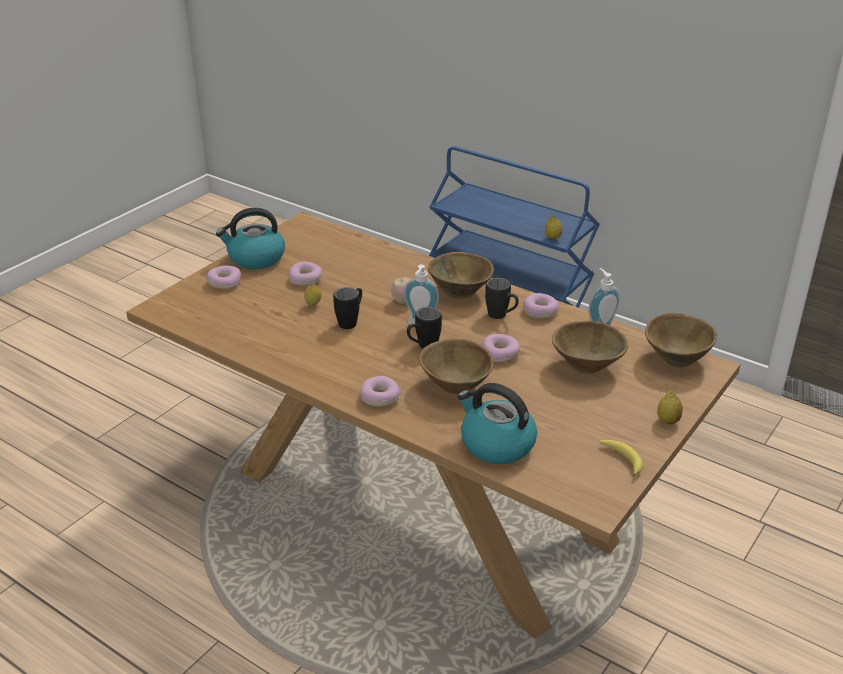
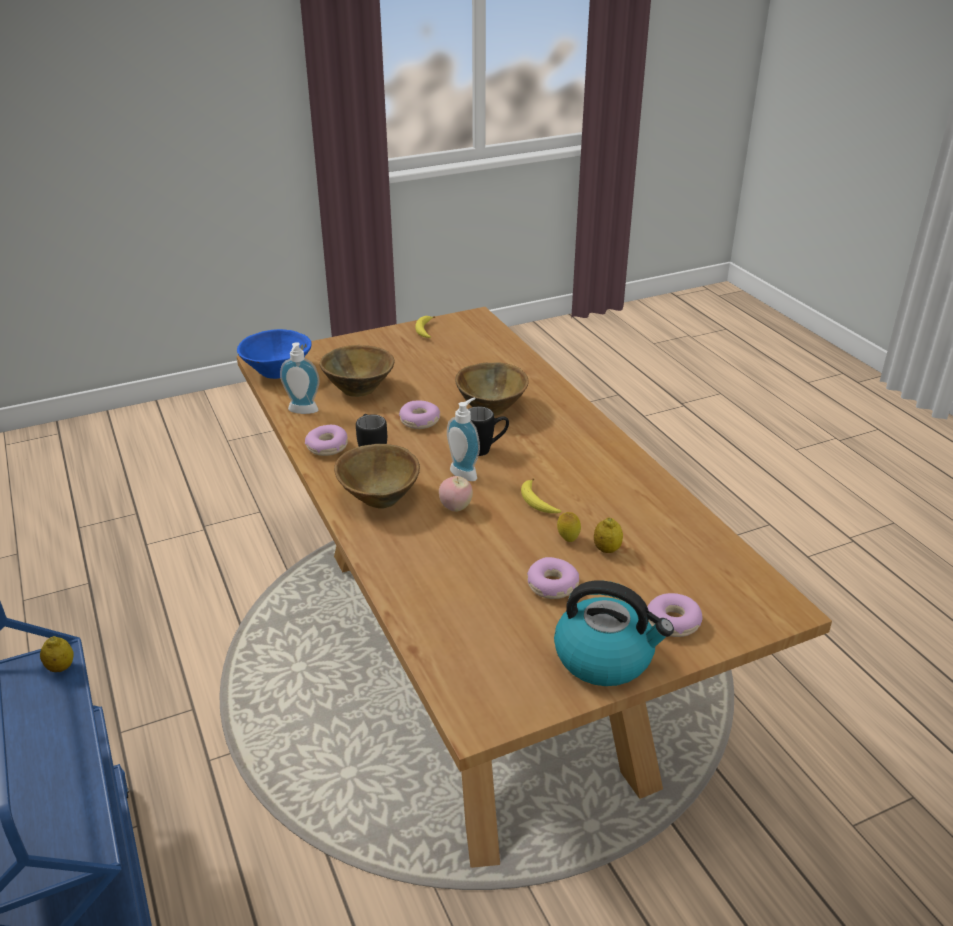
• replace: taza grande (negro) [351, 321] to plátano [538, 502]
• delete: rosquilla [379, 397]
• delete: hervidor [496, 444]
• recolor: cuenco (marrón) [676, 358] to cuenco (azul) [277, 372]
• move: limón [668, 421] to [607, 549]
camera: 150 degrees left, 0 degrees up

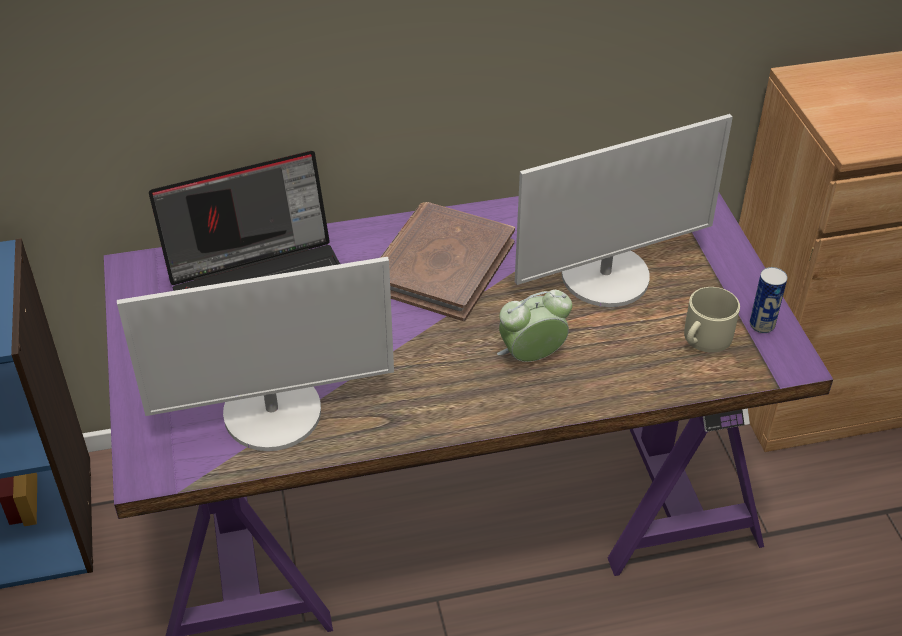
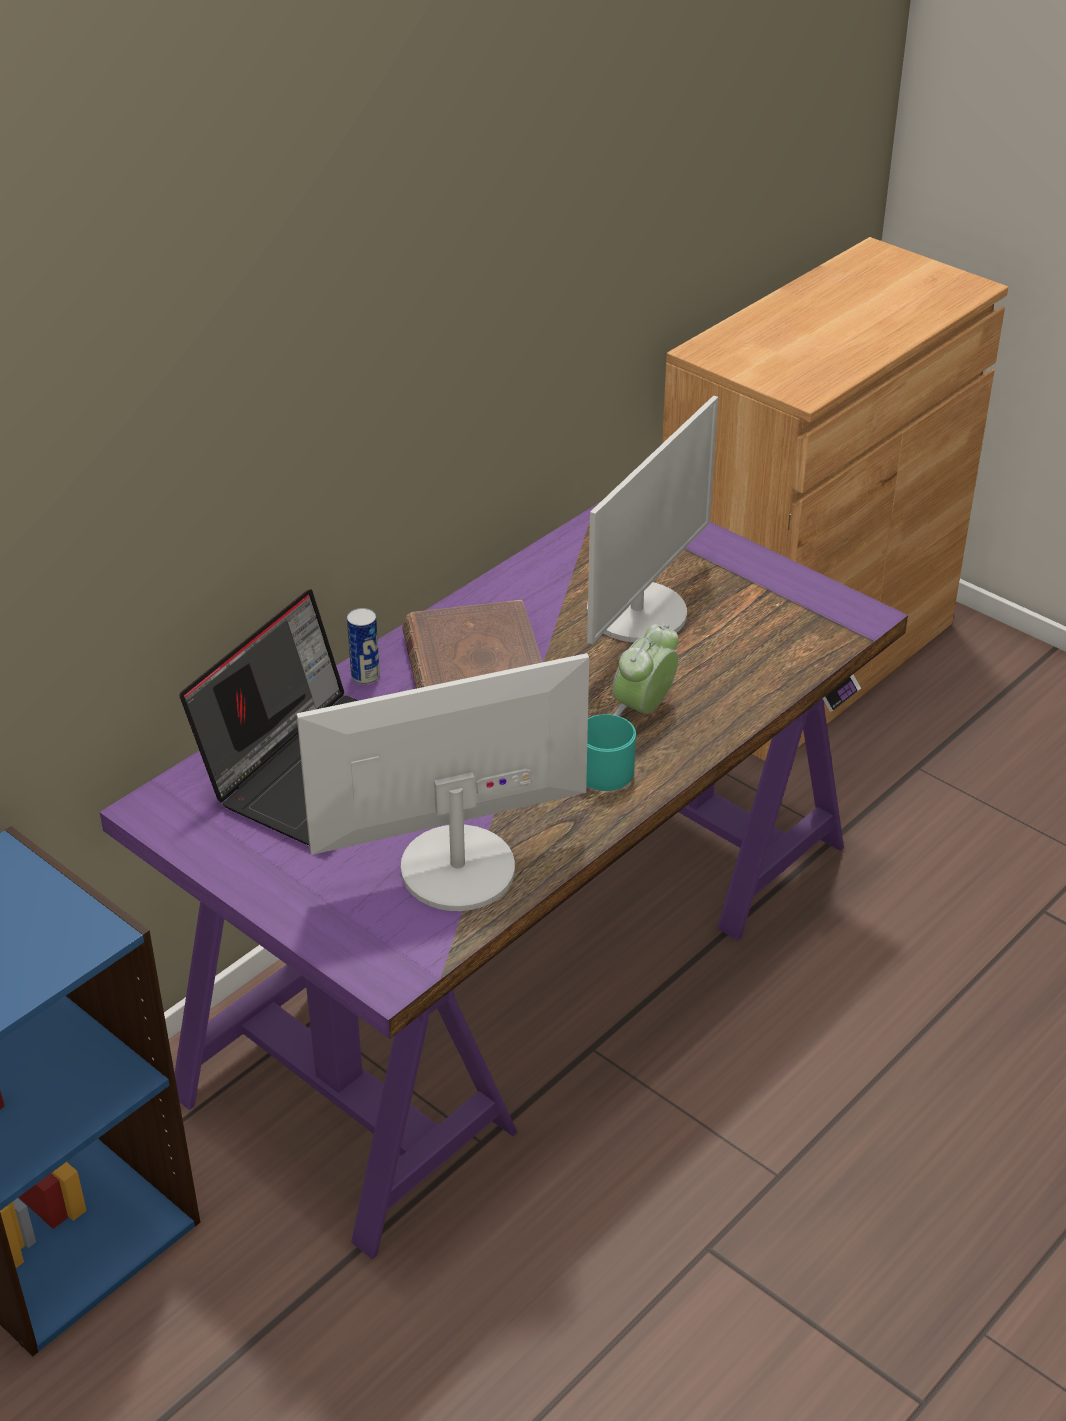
• rotate: monitor [273, 413] = [456, 868] 150 degrees counterclockwise
• delete: taza grande (beis) [704, 338]
• move: lata [762, 325] to [365, 676]
• insert: taza grande (turquesa) [603, 767]
camera: 35 degrees left, 5 degrees down

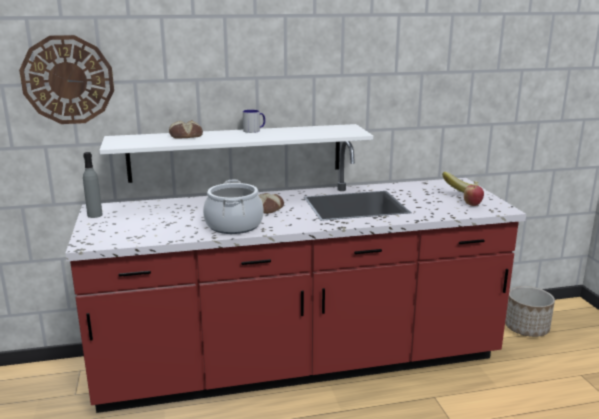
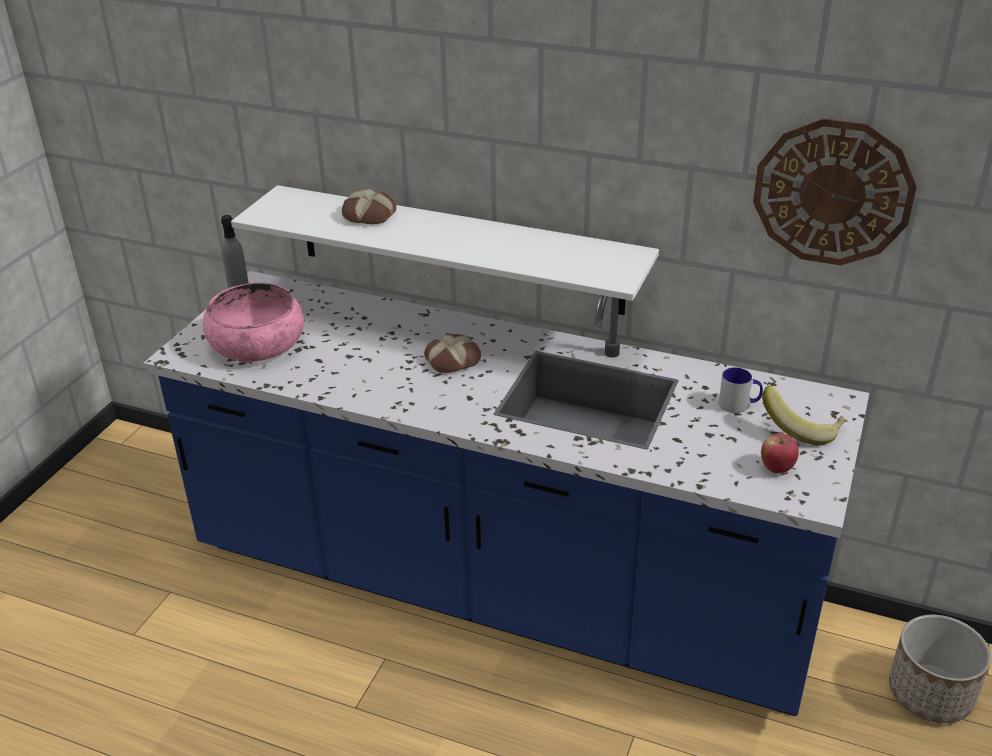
• move: reloj de pared [68, 80] to [832, 192]
• recolor: mueble bajo de cocina (rojo) [299, 364] to mueble bajo de cocina (azul) [500, 589]
• delete: olla [234, 225]
• move: taza grande [254, 130] to [739, 405]
• insert: cuenco (rosa) [257, 344]
camera: 35 degrees right, 15 degrees up

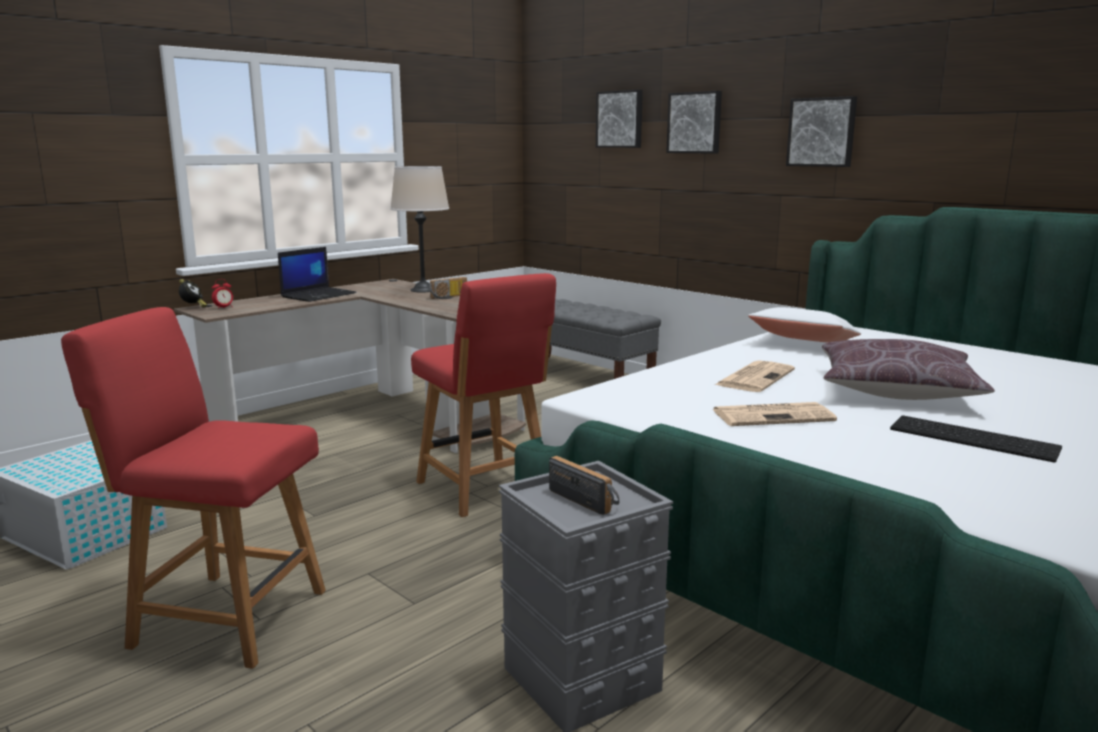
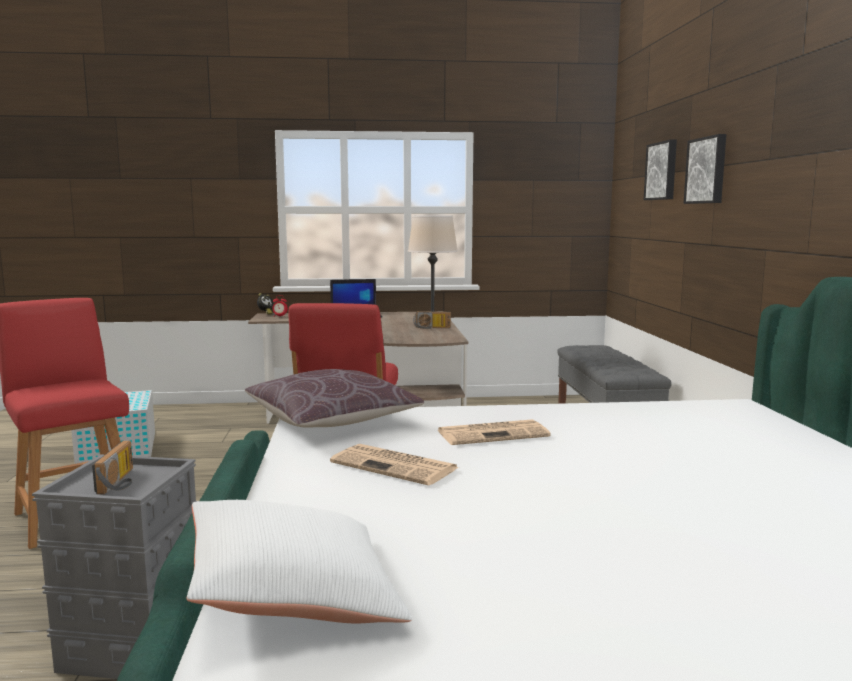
• move: cojín (blanco) [803, 343] to [293, 595]
• delete: cuadro [822, 132]
• move: cojín (marrón) [896, 391] to [331, 420]
• delete: teclado [975, 438]
camera: 40 degrees right, 5 degrees down

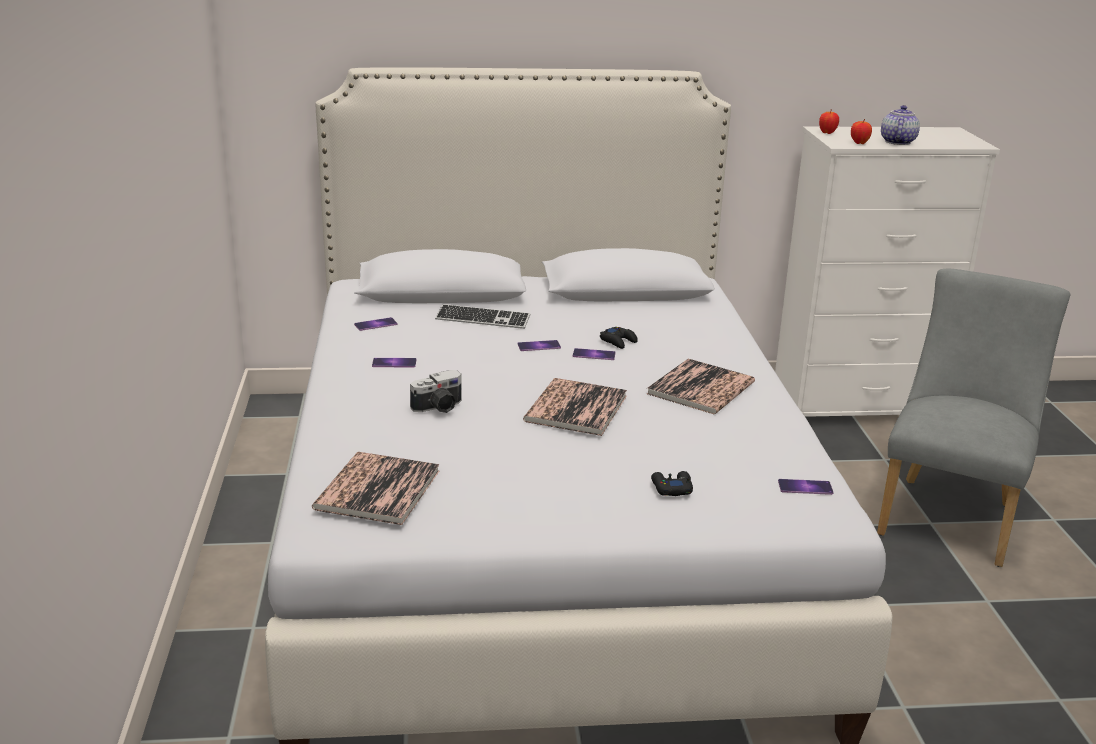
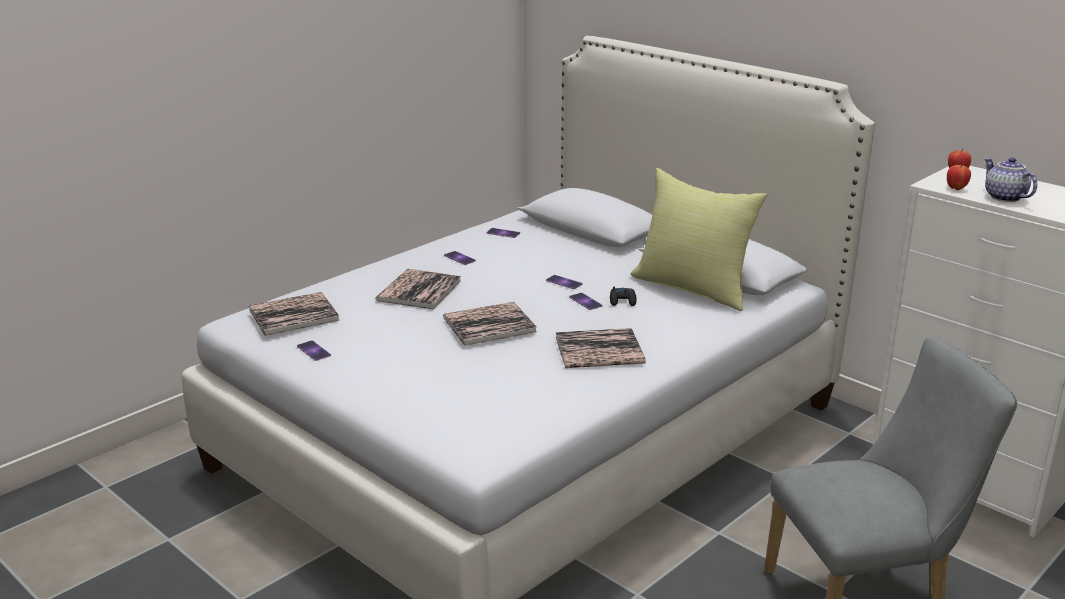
• replace: cámara [439, 407] to libro [419, 290]
• delete: teclado [482, 319]
• delete: mando de consola (negro) [671, 488]
• move: móvil [805, 487] to [313, 351]
• rotate: tetera [896, 142] = [1003, 197] 90 degrees counterclockwise
• insert: cojín (amarillo) [694, 288]
camera: 50 degrees right, 0 degrees up

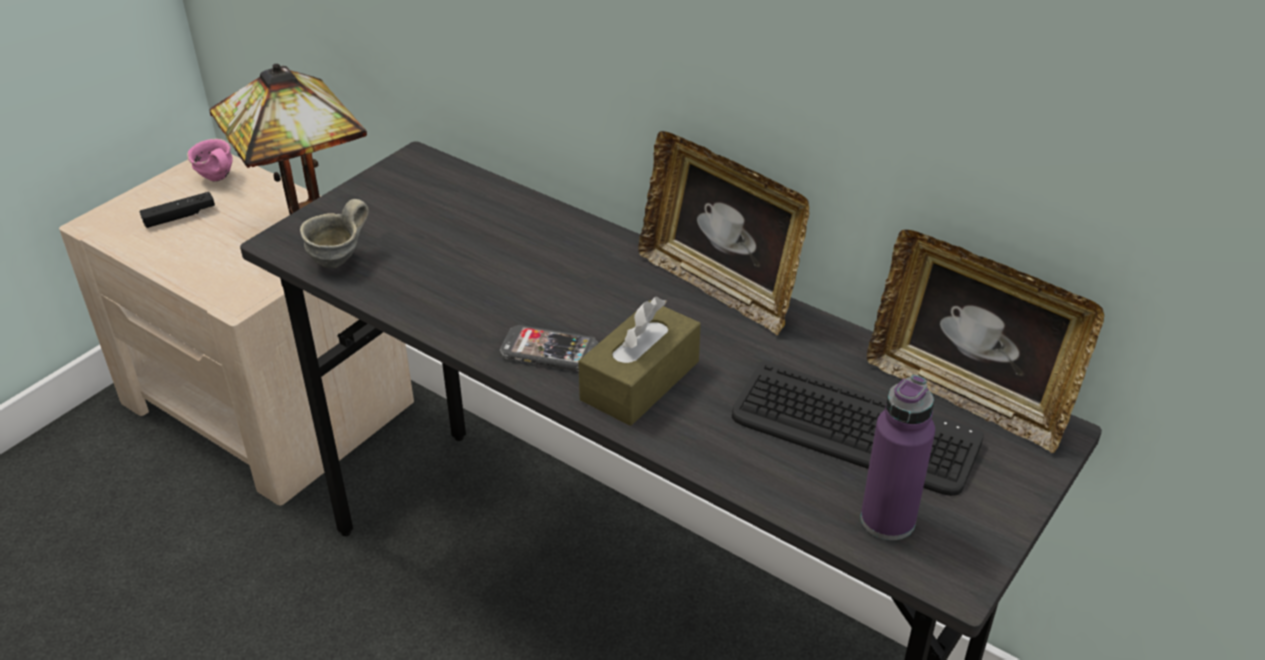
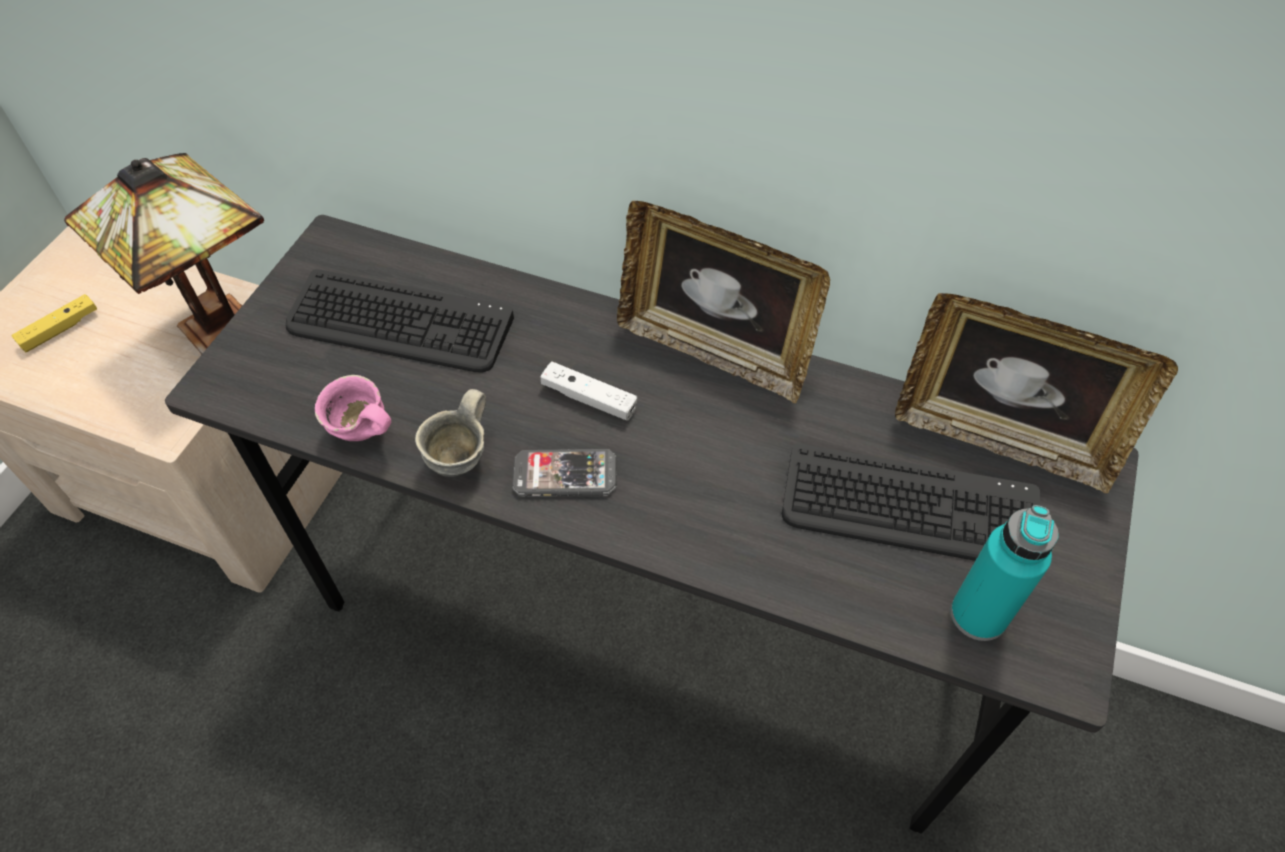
• recolor: mando de consola (negro) [179, 216] to mando de consola (amarillo) [60, 329]
• move: taza grande (rosa) [216, 180] to [362, 435]
• move: taza grande (gris) [341, 261] to [464, 460]
• delete: caja de pañuelos (marrón) [640, 380]
• recolor: botella (morado) [887, 520] to botella (turquesa) [978, 615]
• insert: teclado [399, 324]
• insert: mando de consola (blanco) [589, 398]
camera: 15 degrees left, 15 degrees up

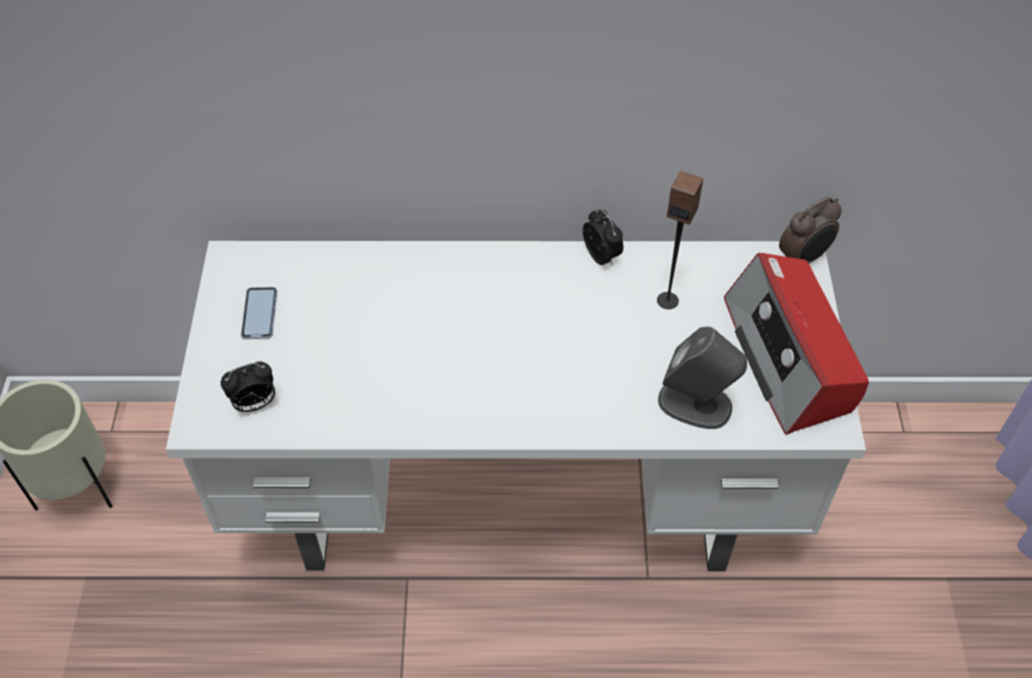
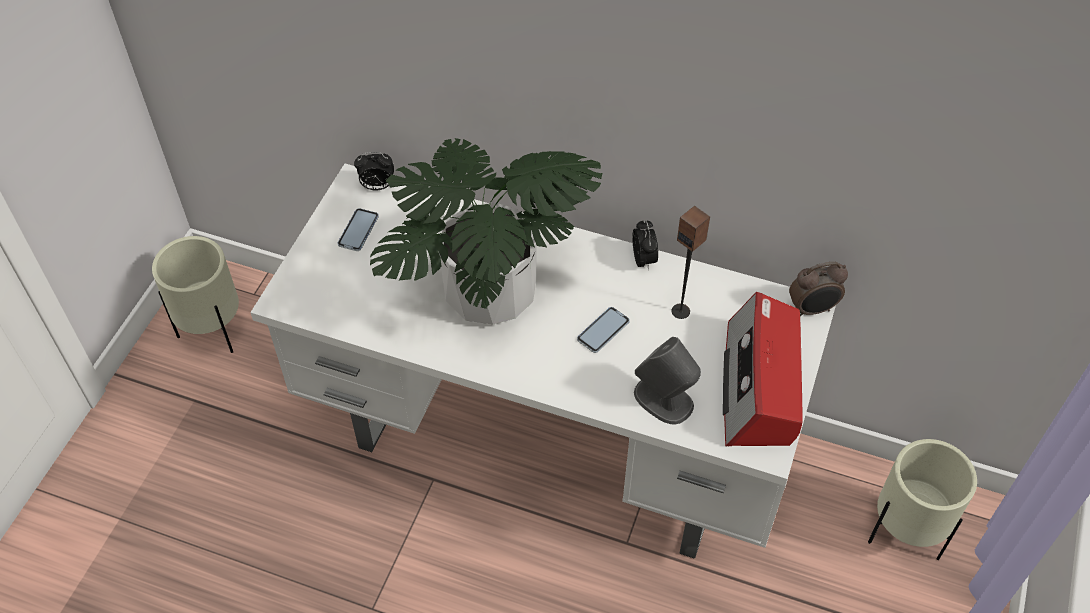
• move: despertador [254, 404] to [377, 186]
• insert: planta en maceta [489, 292]
• insert: móvil [603, 330]
• insert: maceta (beis) [905, 534]
camera: 20 degrees right, 0 degrees up

